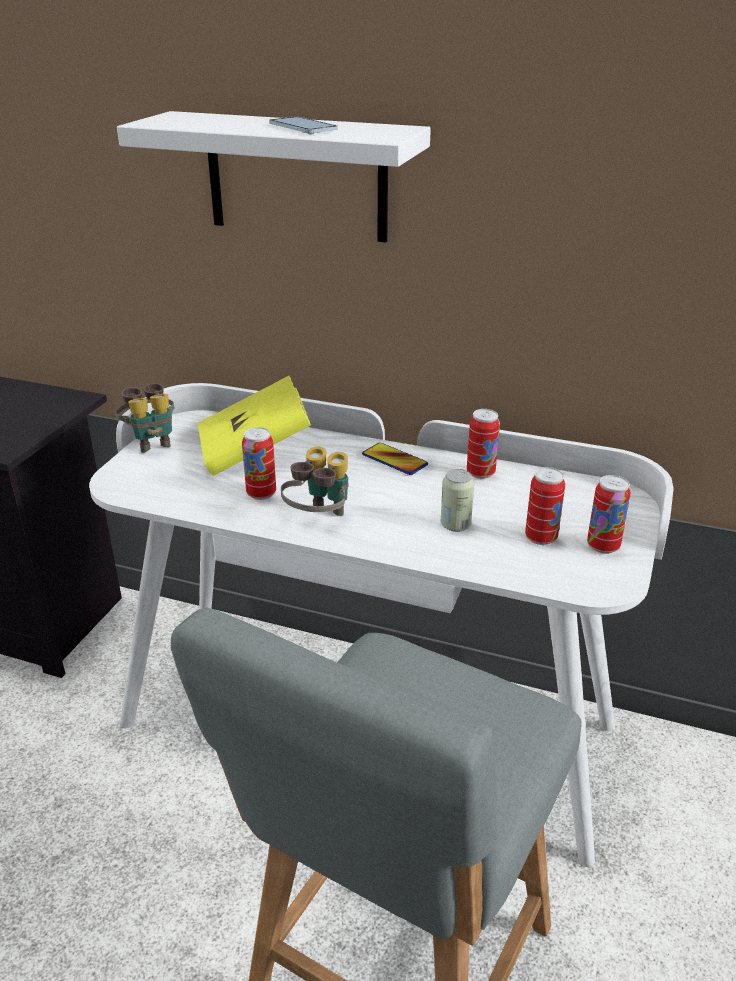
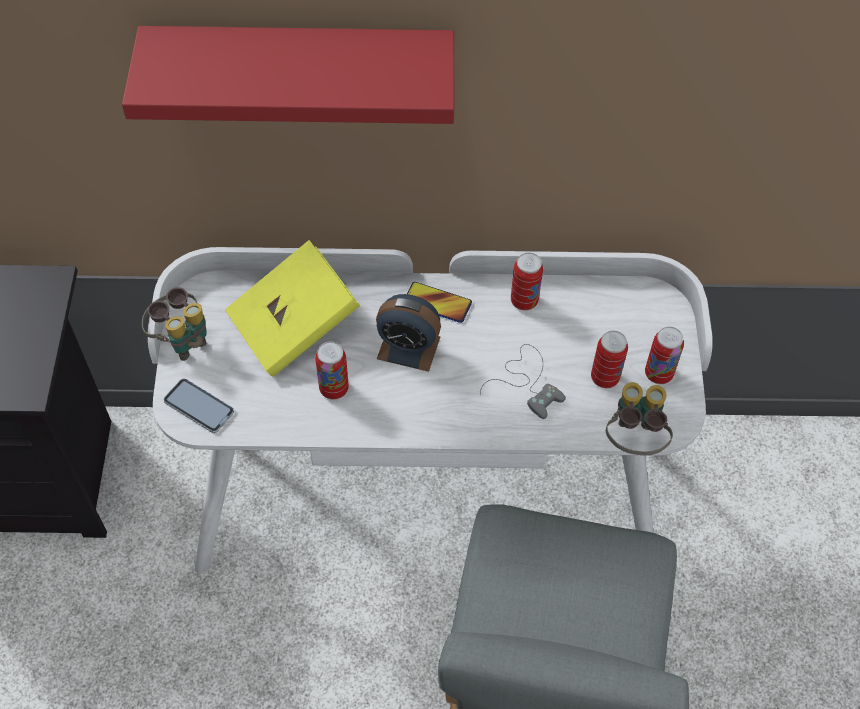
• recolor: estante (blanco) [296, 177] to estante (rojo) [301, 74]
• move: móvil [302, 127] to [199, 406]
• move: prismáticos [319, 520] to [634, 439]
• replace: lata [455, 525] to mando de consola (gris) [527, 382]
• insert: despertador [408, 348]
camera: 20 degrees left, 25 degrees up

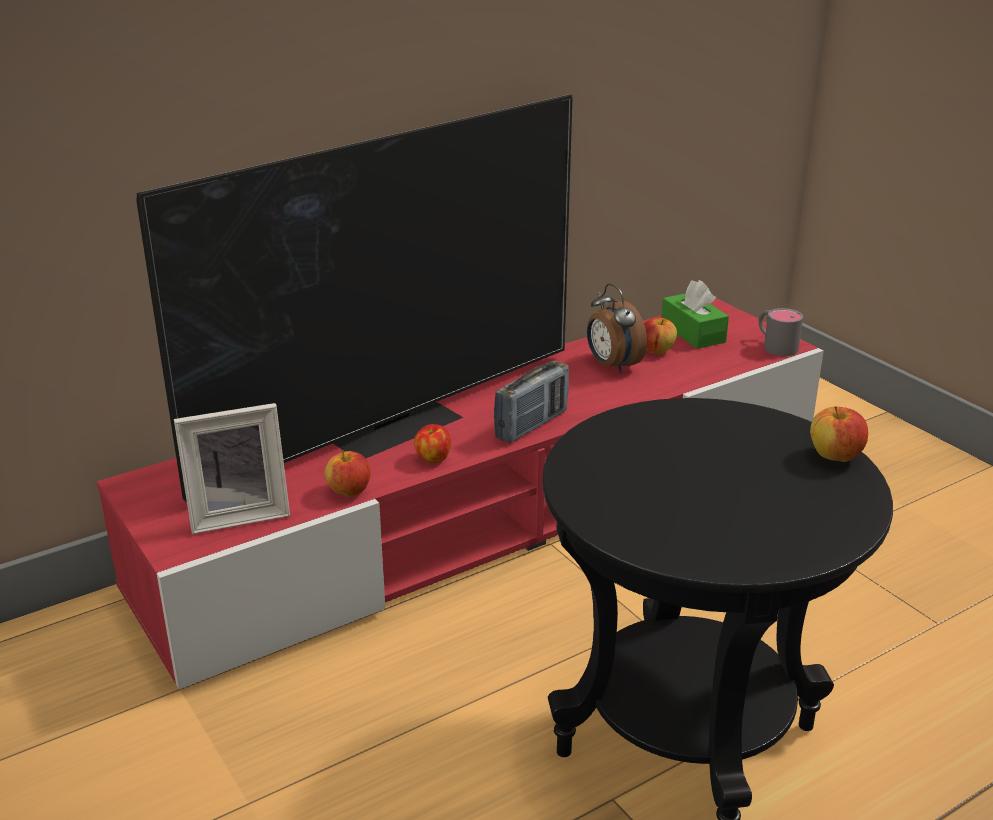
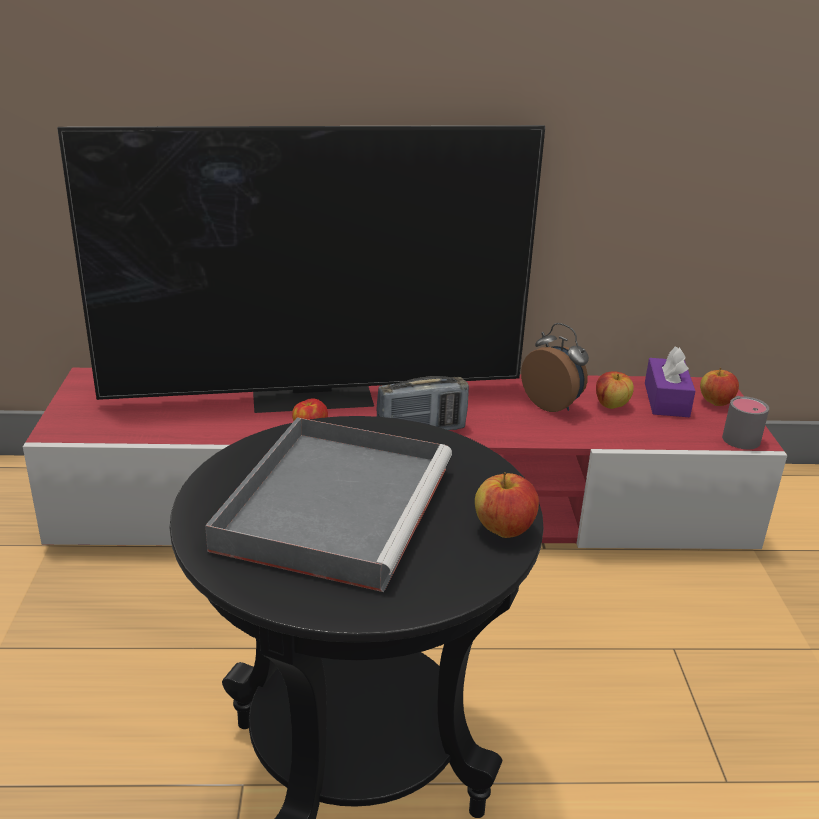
• delete: portarretratos [238, 514]
• move: manzana [349, 491] to [716, 402]
• rotate: despertador [612, 365] = [553, 405] 135 degrees clockwise
• recolor: caja de pañuelos (verde) [693, 333] to caja de pañuelos (morado) [666, 400]
• insert: bandeja (gris) [335, 504]
camera: 30 degrees right, 0 degrees up

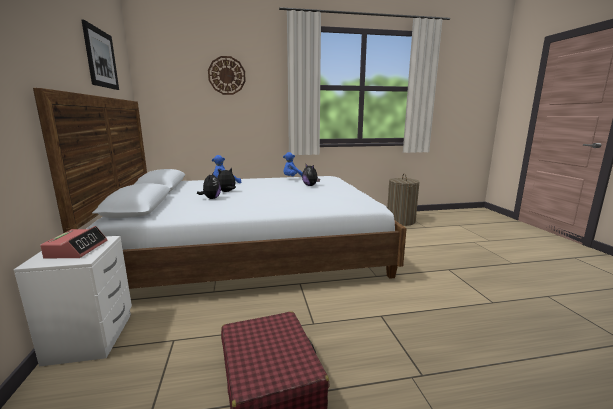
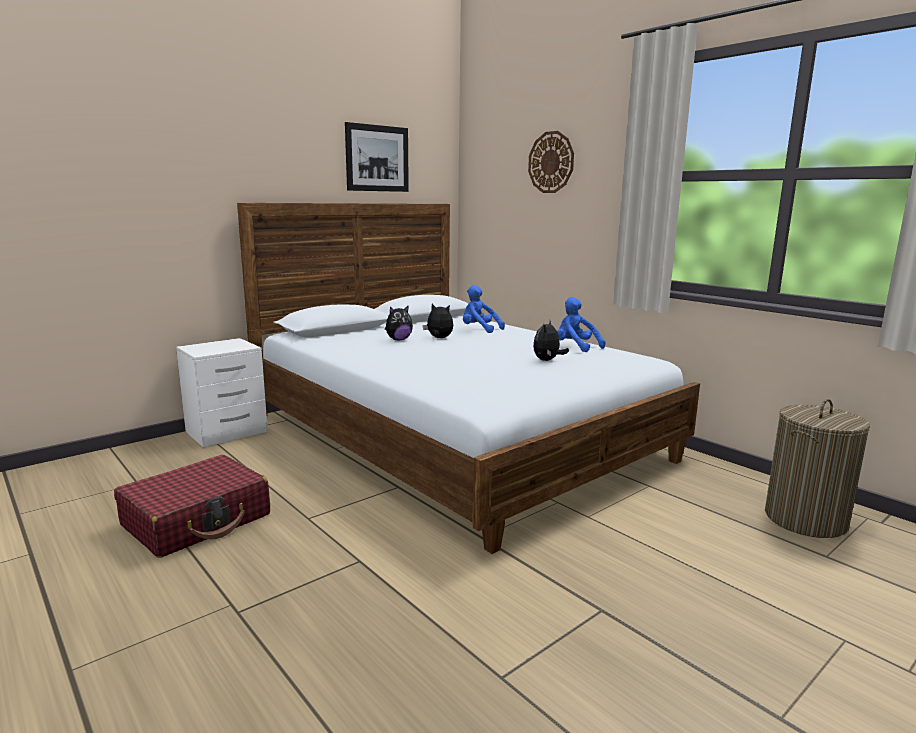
• delete: despertador [77, 249]
camera: 60 degrees right, 0 degrees up

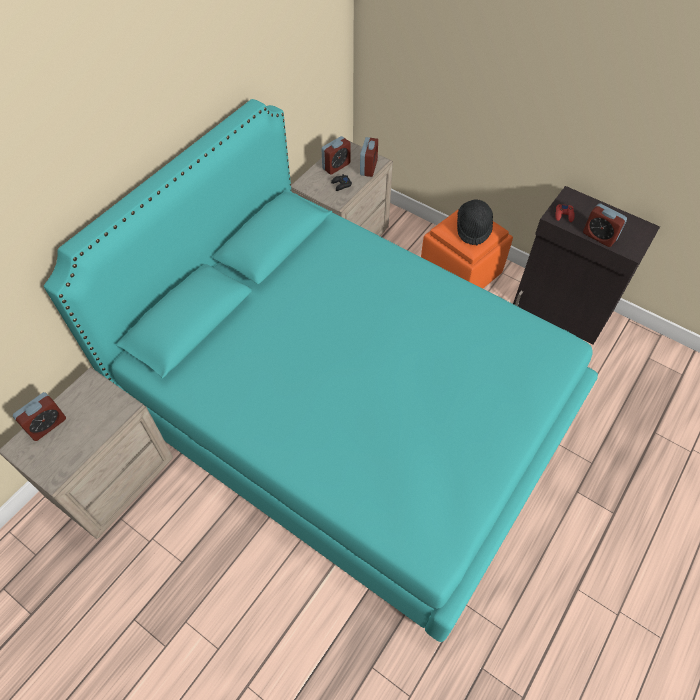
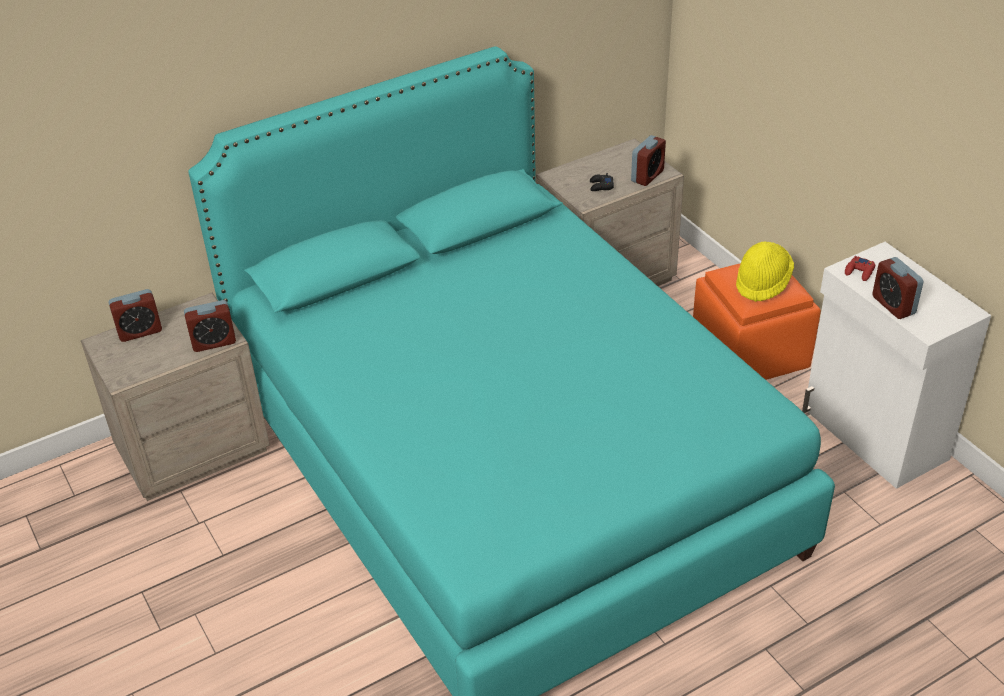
• move: despertador [336, 166] to [213, 342]
• recolor: sombrero (negro) [473, 228] to sombrero (amarillo) [762, 283]
• recolor: armario (negro) [562, 310] to armario (blanco) [874, 435]
camera: 25 degrees right, 15 degrees down

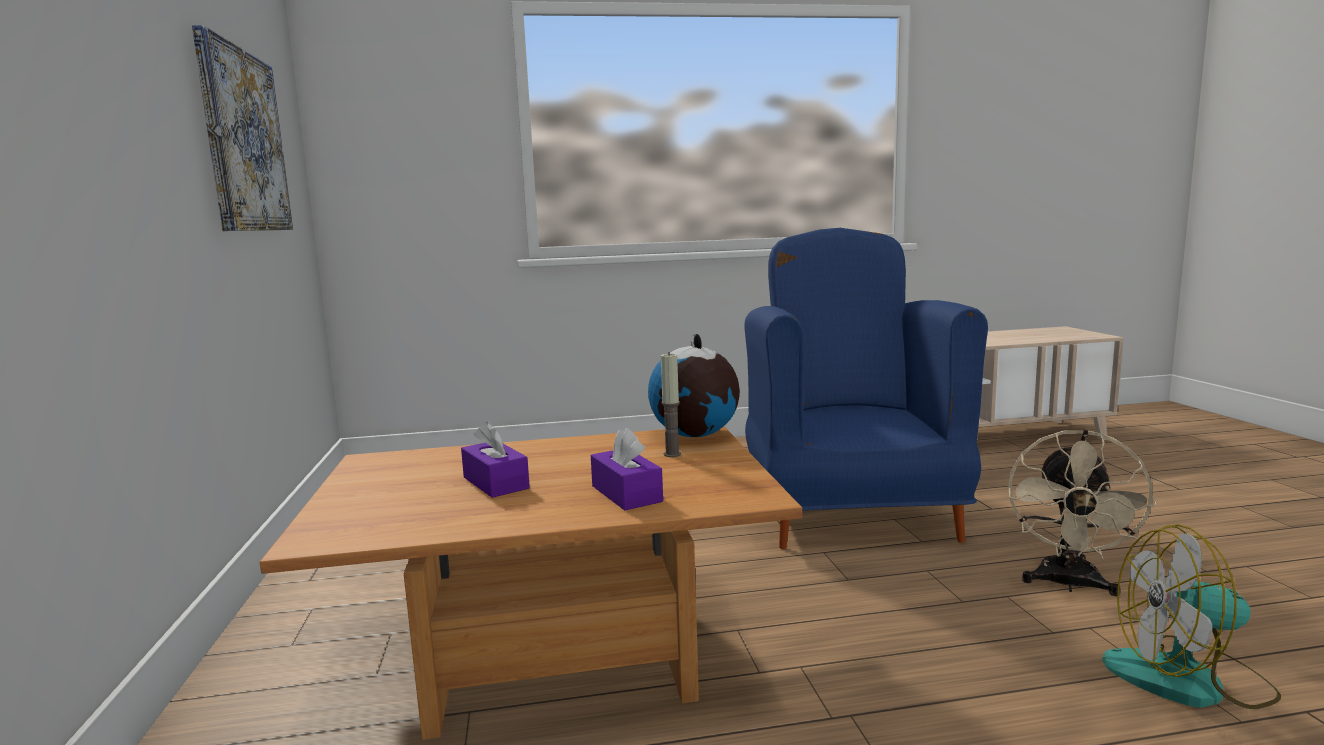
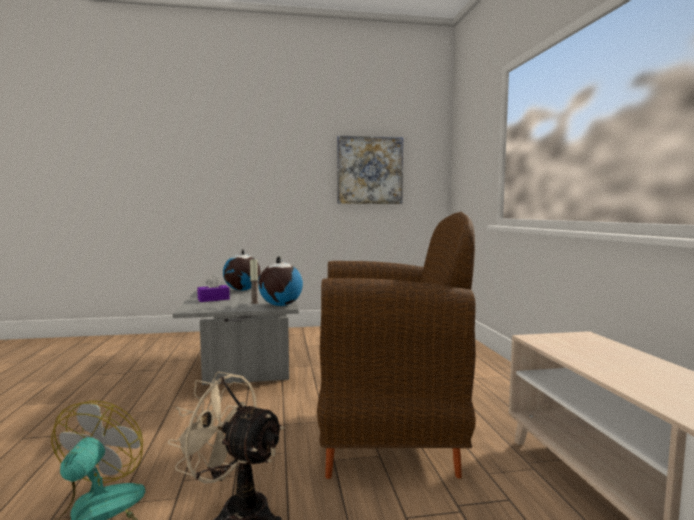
• recolor: mesa de centro (marrón) [556, 661] to mesa de centro (gris) [245, 364]
• replace: caja de pañuelos (morado) [495, 483] to globo terráqueo [242, 290]
• recolor: sillón (azul) [850, 513] to sillón (marrón) [390, 438]
camera: 90 degrees right, 5 degrees down

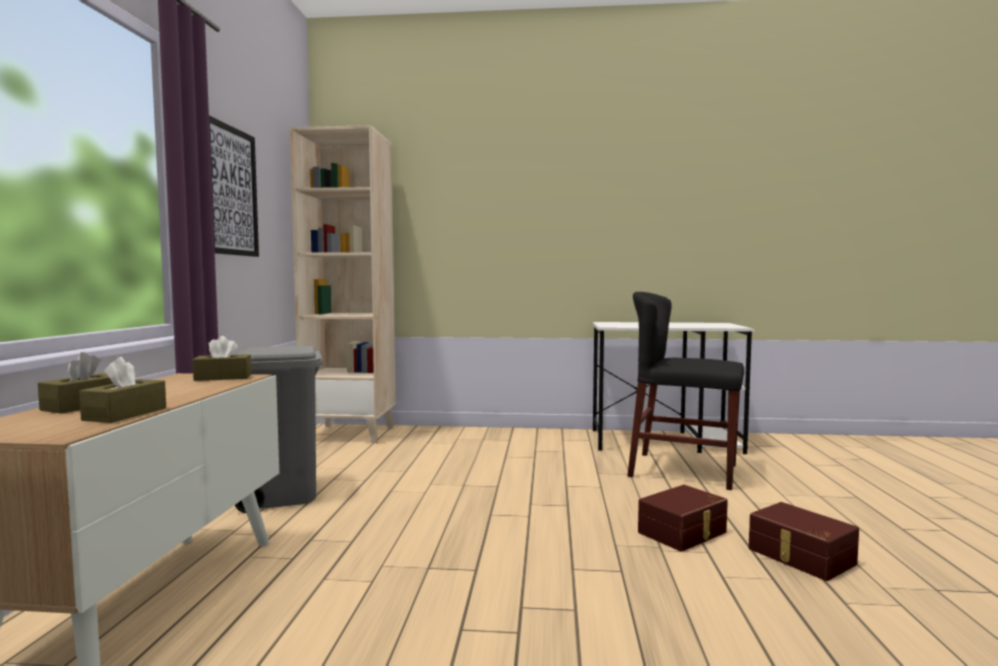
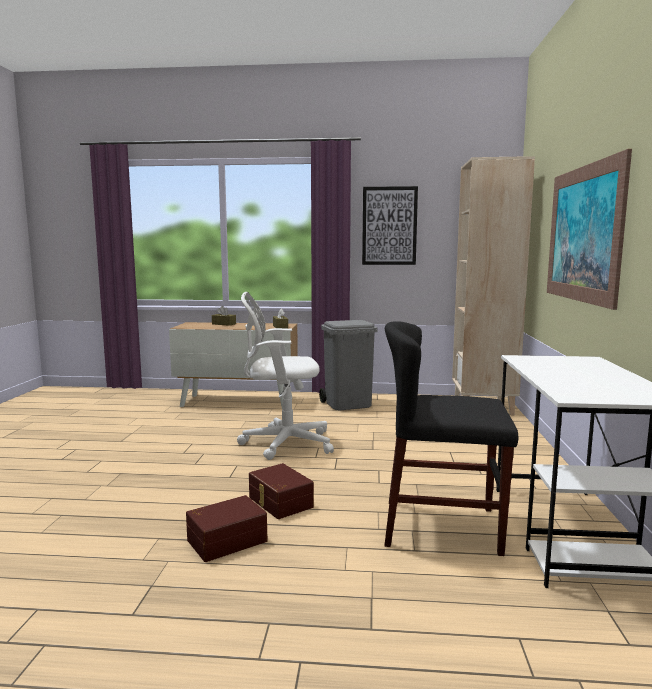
• delete: caja de pañuelos (marrón) [125, 414]
• rotate: silla (negro) [683, 470] = [441, 526] 105 degrees counterclockwise
• insert: silla de oficina (blanco) [283, 443]
• insert: cuadro [583, 234]
camera: 90 degrees right, 5 degrees up

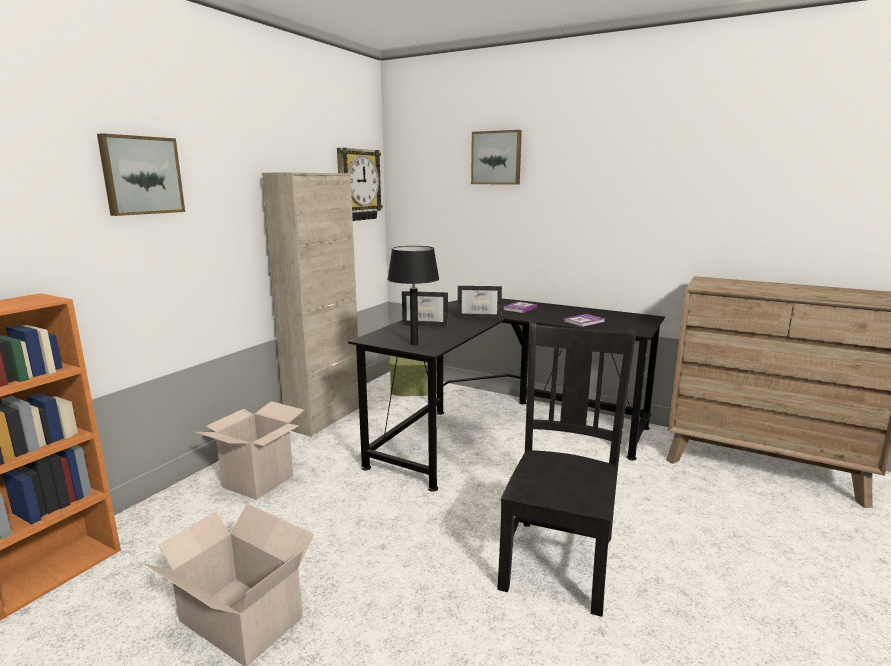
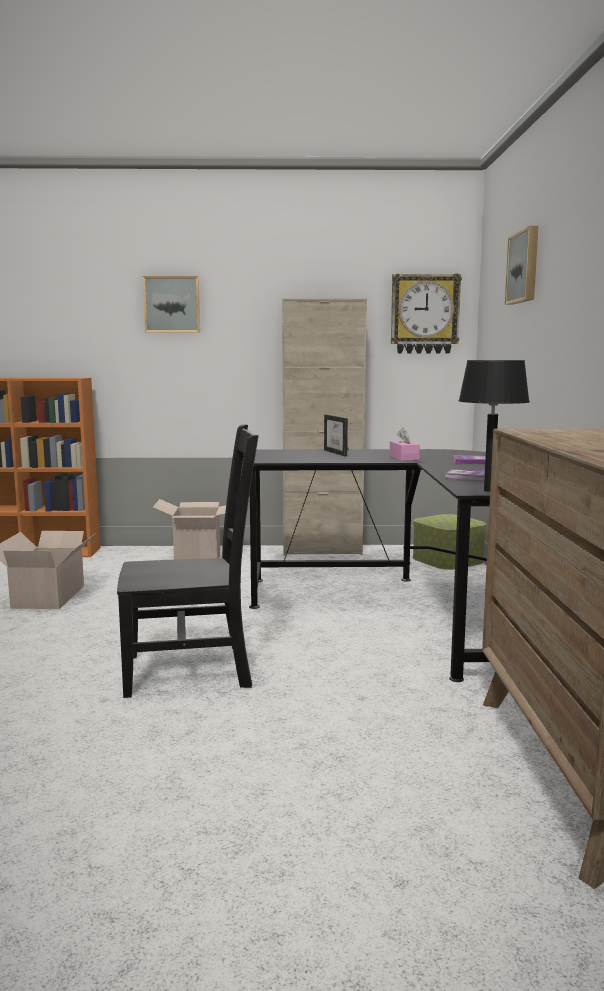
• move: lámpara de mesa (negro) [414, 344] to [489, 490]
• replace: portarretratos [480, 316] to caja de pañuelos (rosa) [404, 458]
camera: 60 degrees right, 5 degrees down

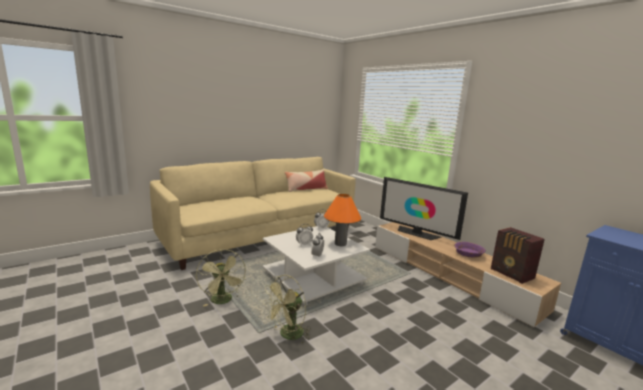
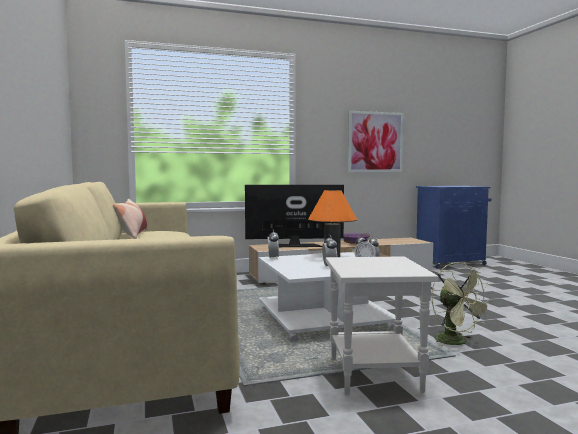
• replace: ventilador (verde) [223, 301] to mesa auxiliar (blanco) [372, 374]
• rotate: televisor [417, 233] = [294, 245] 150 degrees counterclockwise
• delete: radio [512, 274]
• insert: cuadro [375, 142]
camera: 70 degrees left, 10 degrees down

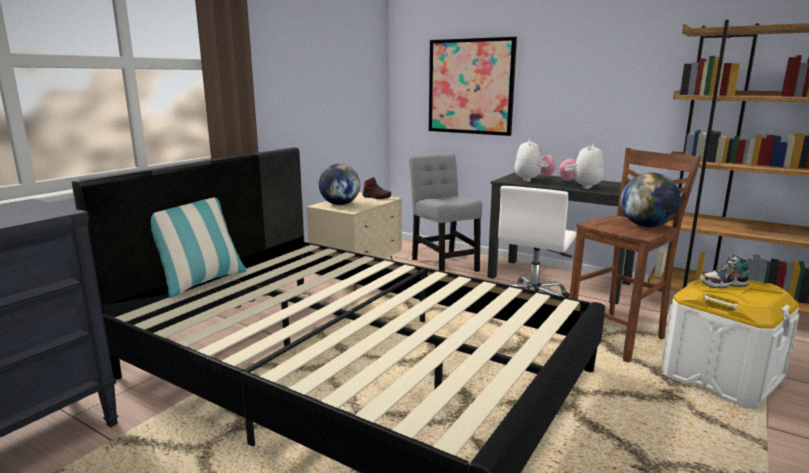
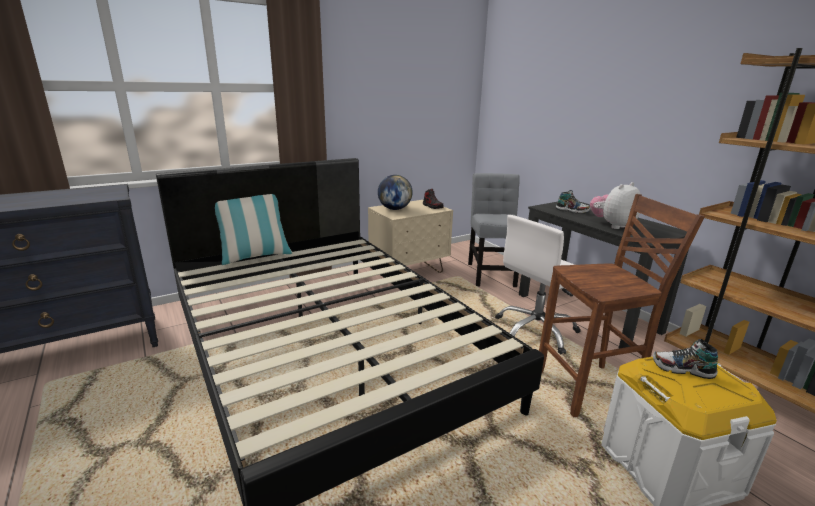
• delete: cuadro [470, 86]
• replace: peluche [532, 180] to zapato [572, 211]
• delete: globo terráqueo [646, 226]
camera: 25 degrees right, 5 degrees up

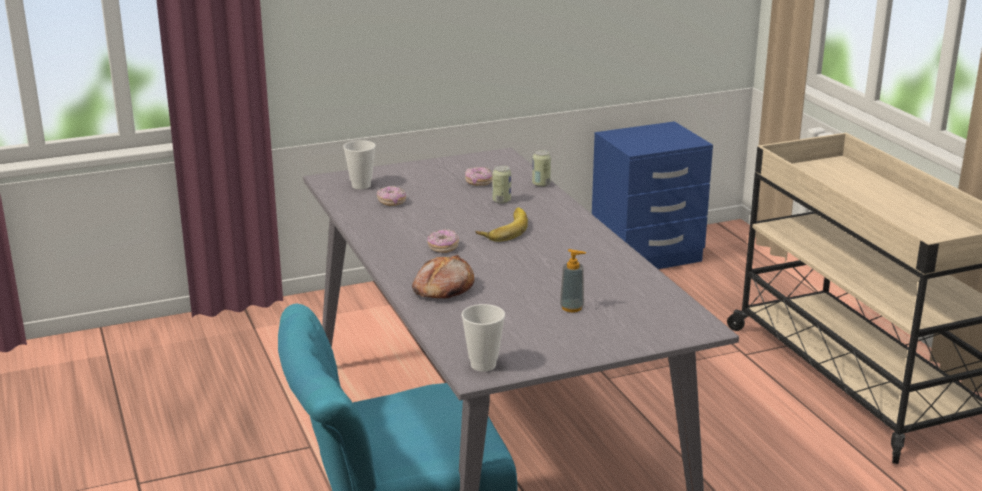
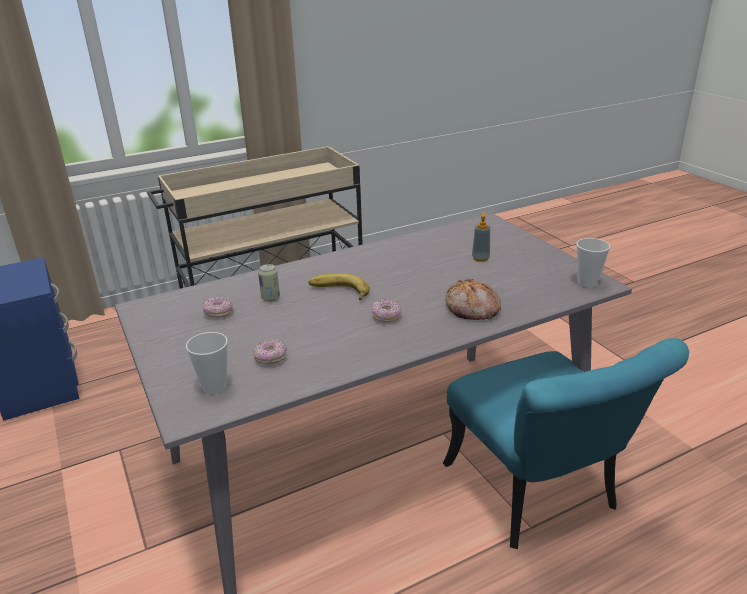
• delete: lata [541, 184]
camera: 95 degrees left, 5 degrees up

